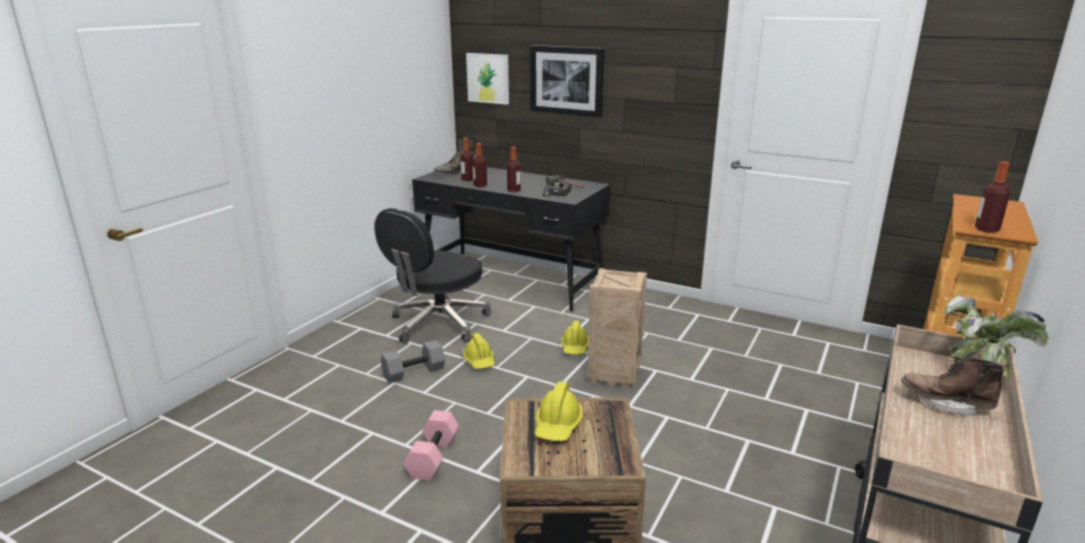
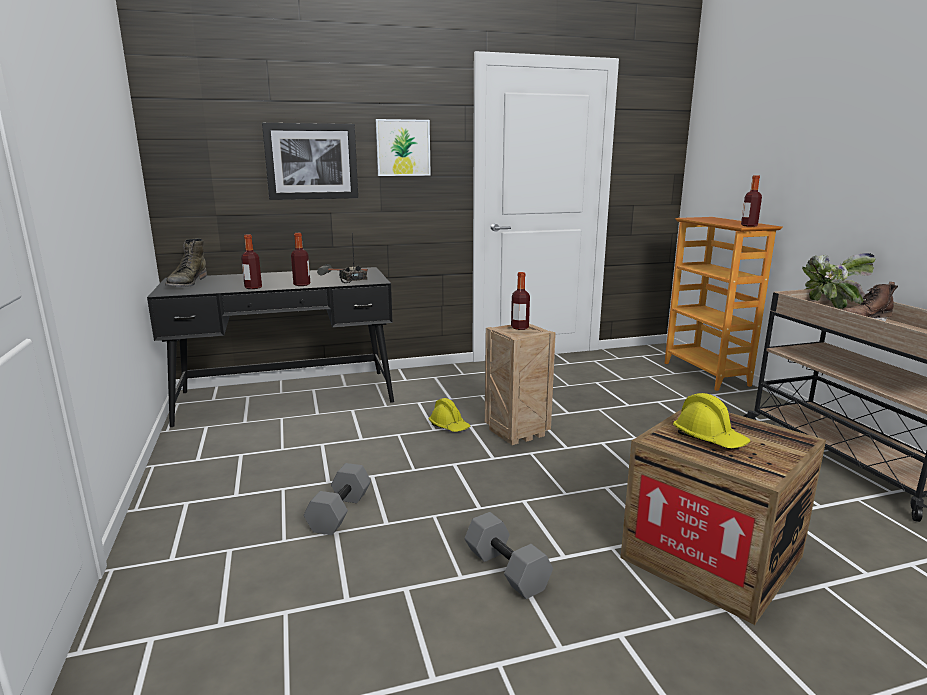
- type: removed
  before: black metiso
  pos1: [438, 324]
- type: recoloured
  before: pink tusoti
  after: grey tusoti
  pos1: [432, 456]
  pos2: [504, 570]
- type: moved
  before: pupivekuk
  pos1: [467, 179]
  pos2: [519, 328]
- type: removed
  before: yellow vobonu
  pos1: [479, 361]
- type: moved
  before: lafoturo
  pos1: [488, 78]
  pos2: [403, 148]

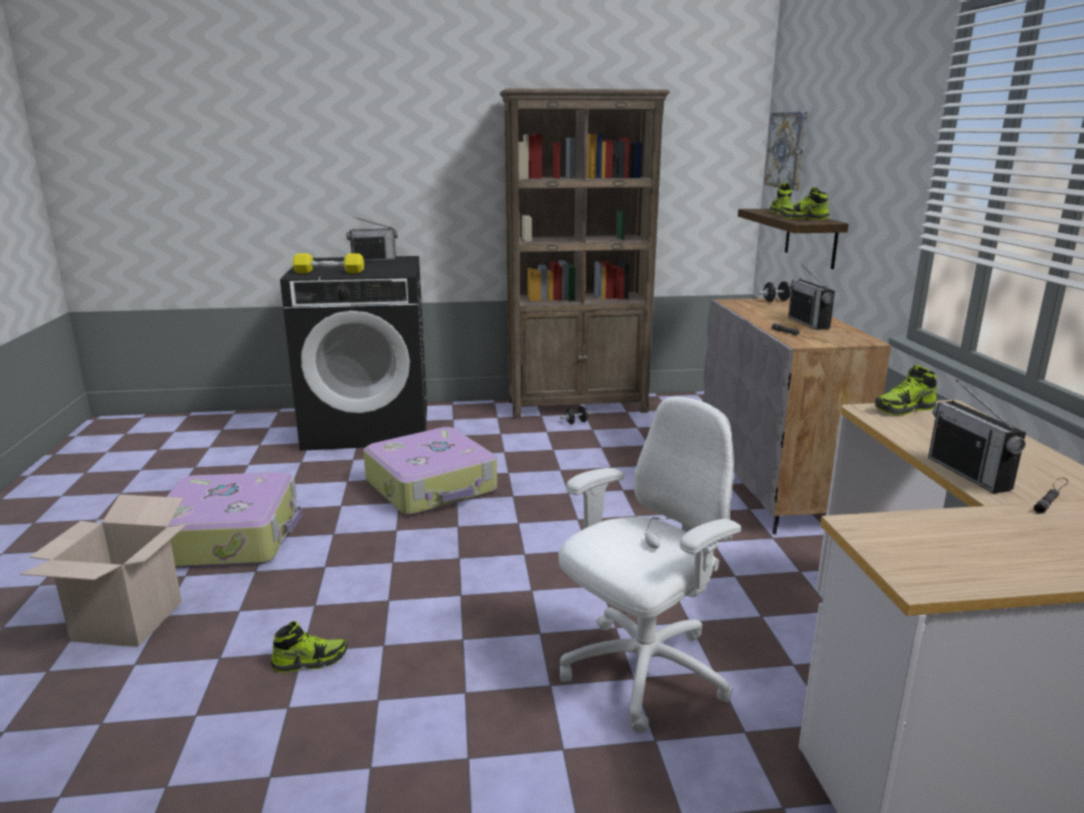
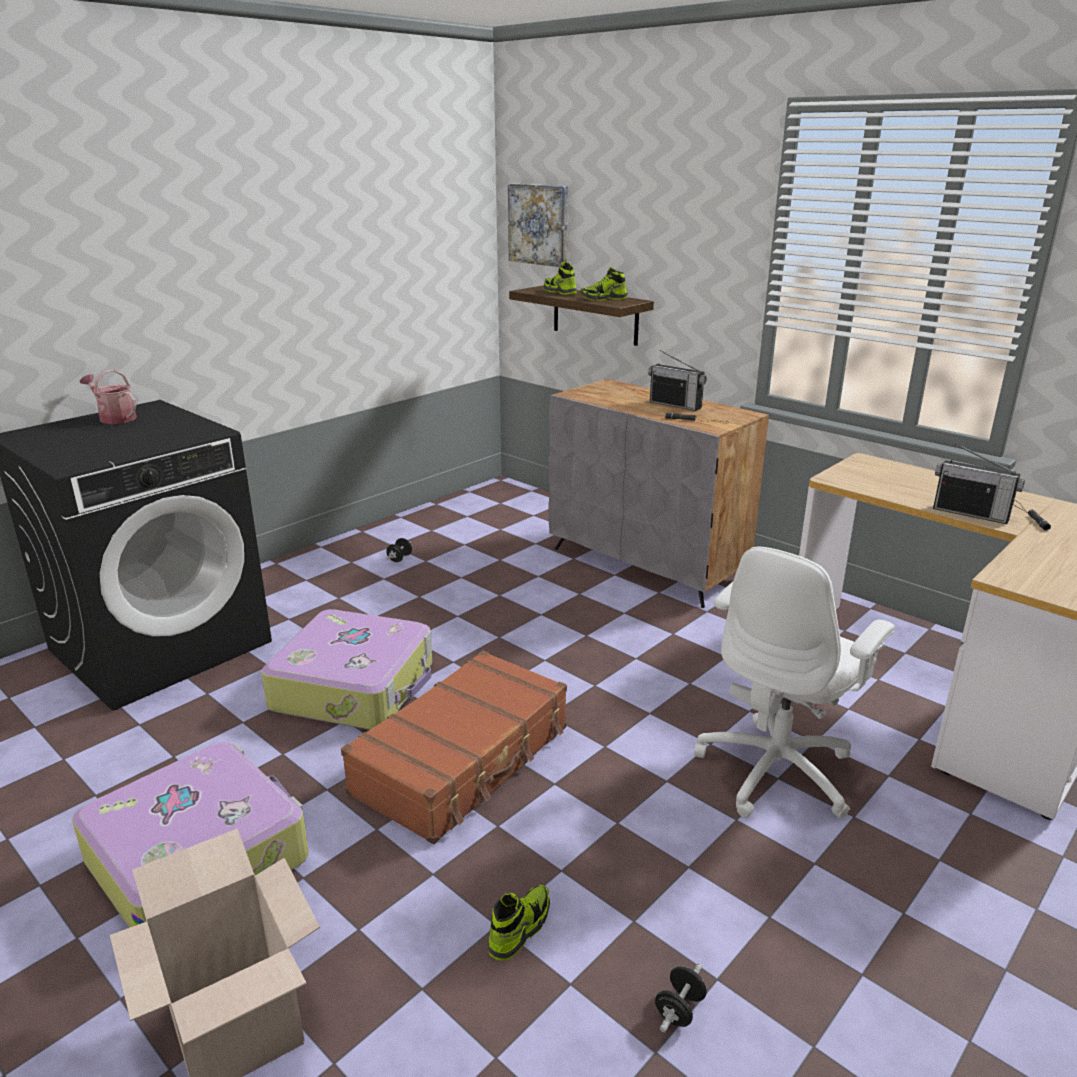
- type: removed
  before: yellow tusoti
  pos1: [329, 272]
- type: replaced
  before: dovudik
  after: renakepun
  pos1: [374, 260]
  pos2: [114, 418]
- type: removed
  before: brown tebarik
  pos1: [578, 406]
- type: turned
  before: white metiso
  pos1: [642, 673]
  pos2: [777, 770]
  turn: -150
- type: moved
  before: black tusoti
  pos1: [775, 301]
  pos2: [679, 1009]
- type: removed
  before: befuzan
  pos1: [904, 409]
- type: added
  after: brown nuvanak
  pos2: [464, 760]

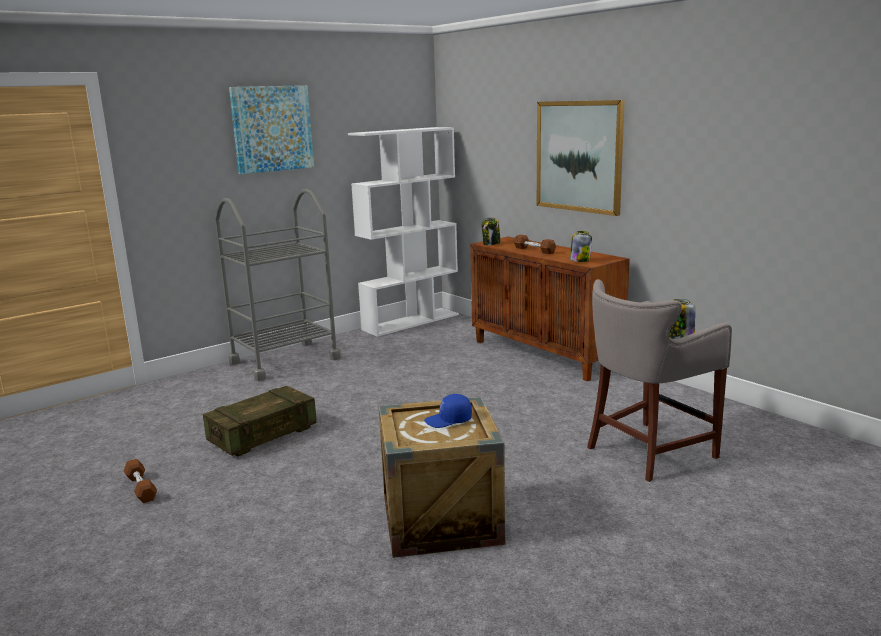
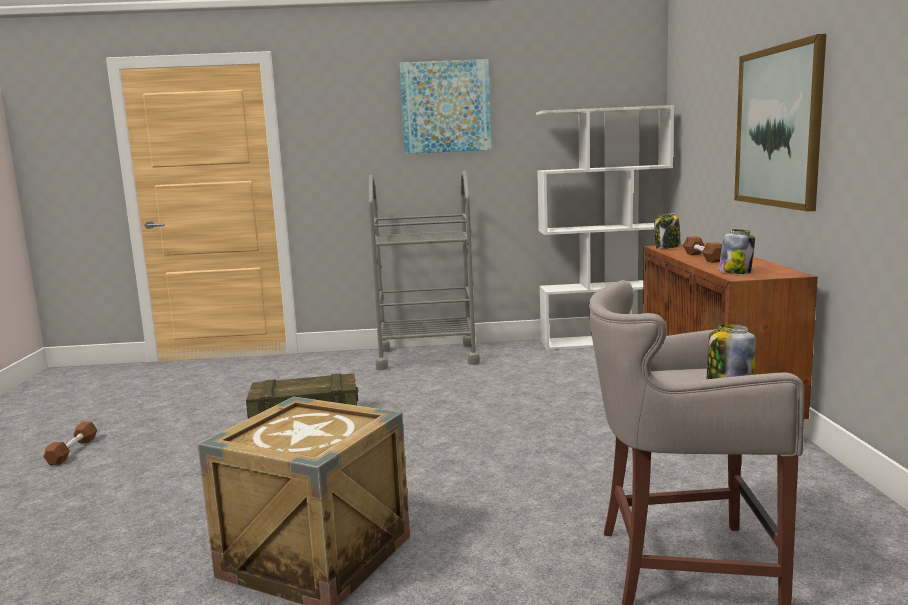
- type: moved
  before: brown tusoti
  pos1: [141, 488]
  pos2: [72, 451]
- type: removed
  before: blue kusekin
  pos1: [448, 420]

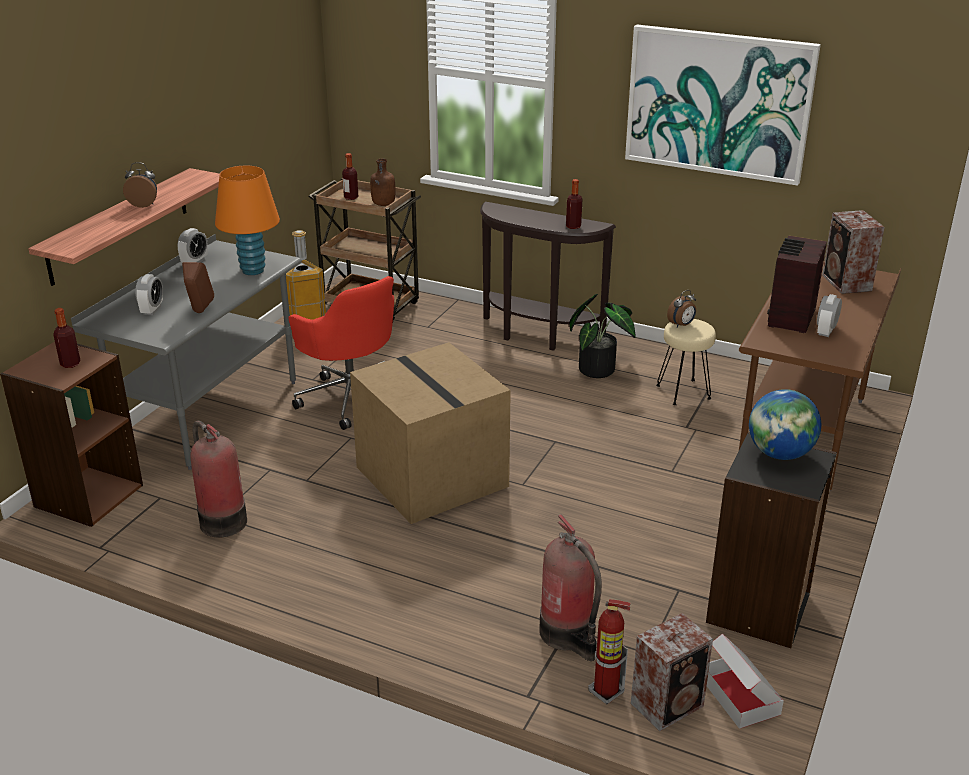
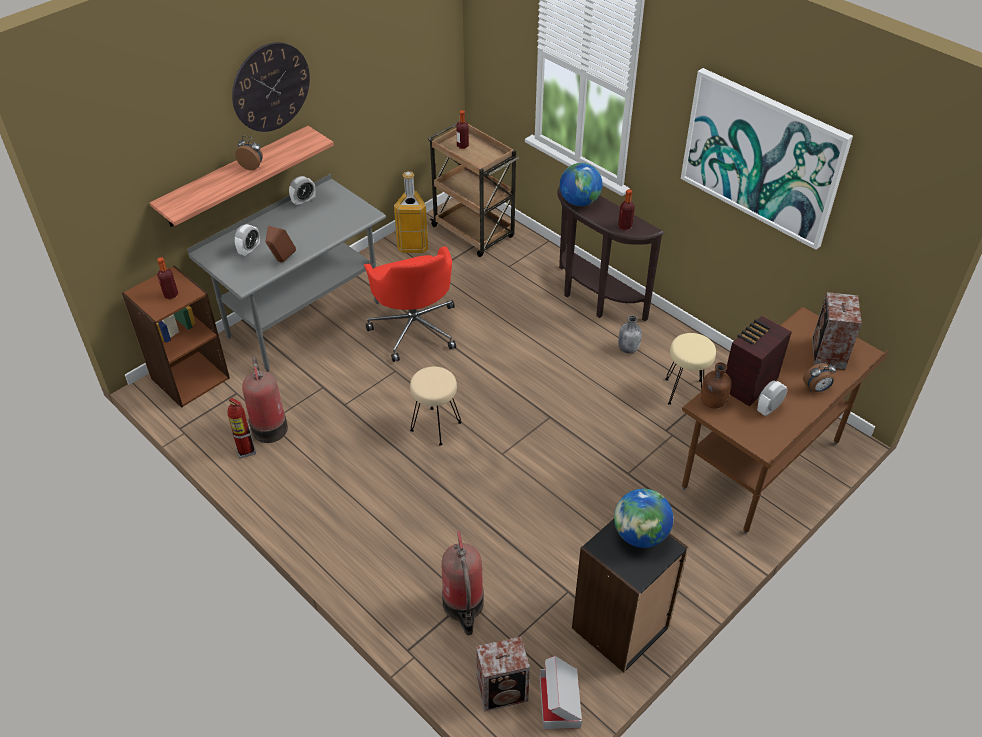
- type: removed
  before: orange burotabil
  pos1: [253, 270]
- type: replaced
  before: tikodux
  after: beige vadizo
  pos1: [429, 476]
  pos2: [435, 426]
- type: moved
  before: brown pupivekuk
  pos1: [383, 204]
  pos2: [712, 402]
- type: replaced
  before: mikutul
  after: grey pupivekuk
  pos1: [601, 369]
  pos2: [628, 348]
- type: moved
  before: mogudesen
  pos1: [606, 692]
  pos2: [246, 451]
- type: moved
  before: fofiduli
  pos1: [681, 325]
  pos2: [816, 389]
- type: added
  after: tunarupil
  pos2: [271, 87]
- type: added
  after: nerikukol
  pos2: [579, 202]

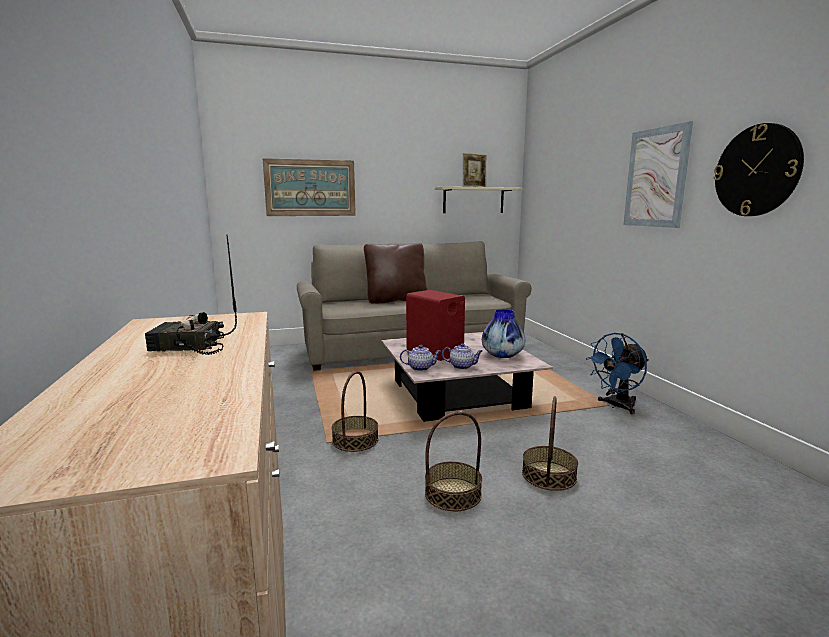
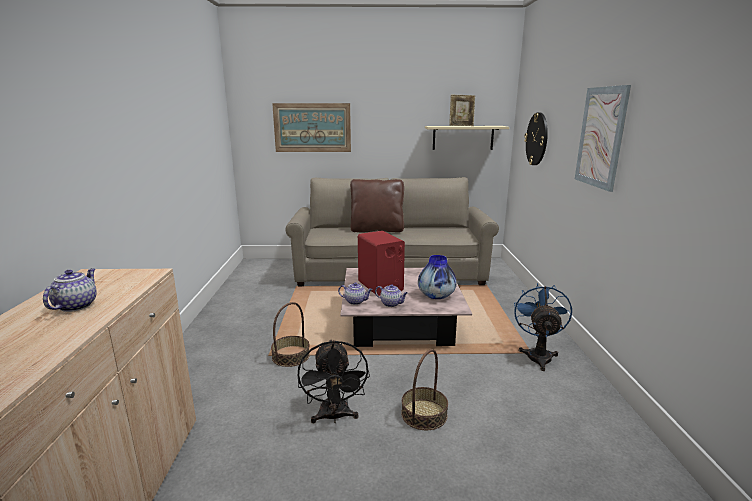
- type: replaced
  before: dovudik
  after: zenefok
  pos1: [188, 347]
  pos2: [76, 305]
- type: replaced
  before: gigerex
  after: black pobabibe
  pos1: [453, 494]
  pos2: [334, 417]
- type: turned
  before: blue pobabibe
  pos1: [617, 406]
  pos2: [538, 355]
  turn: 120
- type: moved
  before: tunarupil
  pos1: [757, 171]
  pos2: [537, 139]

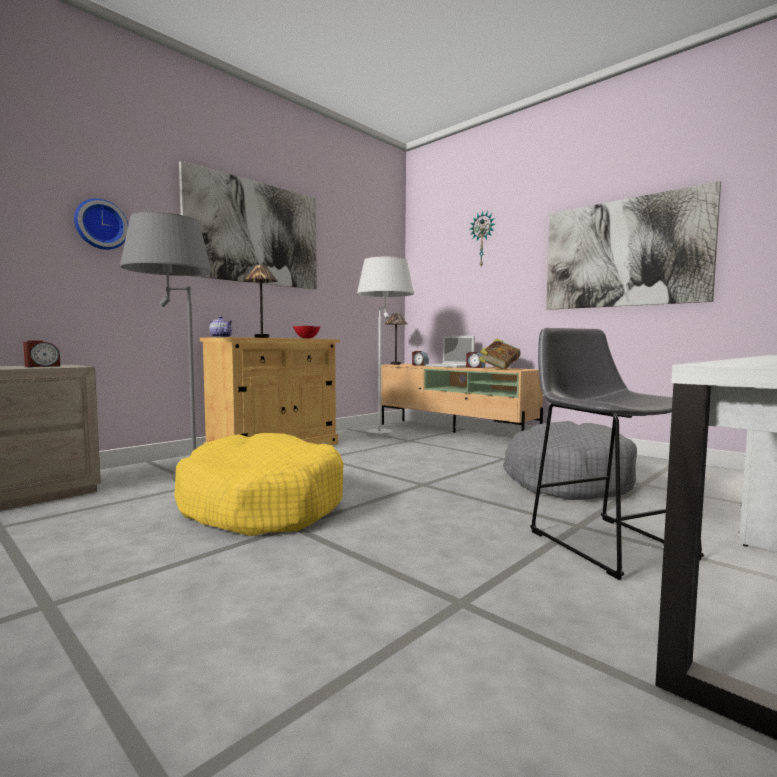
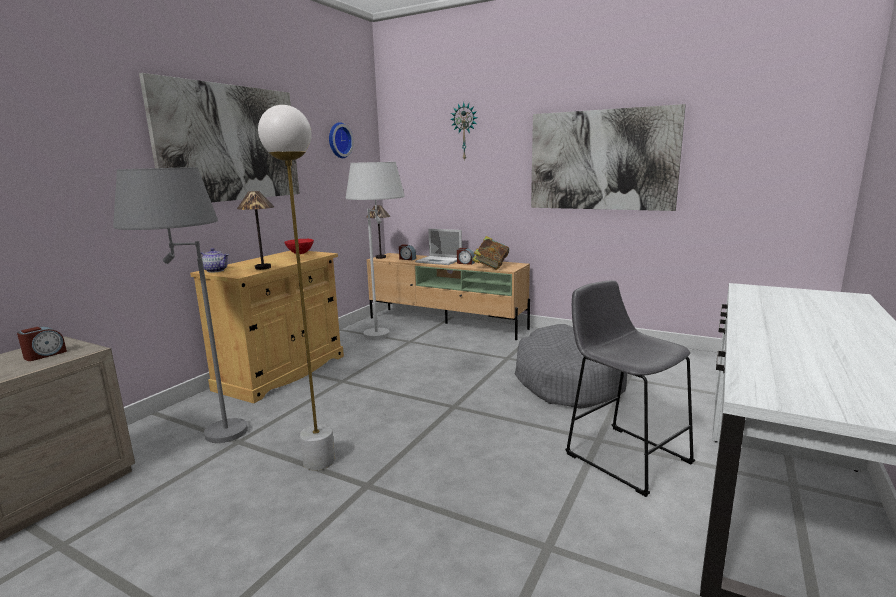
- type: moved
  before: tunarupil
  pos1: [100, 225]
  pos2: [338, 140]
- type: replaced
  before: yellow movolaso
  after: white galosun
  pos1: [260, 505]
  pos2: [319, 461]

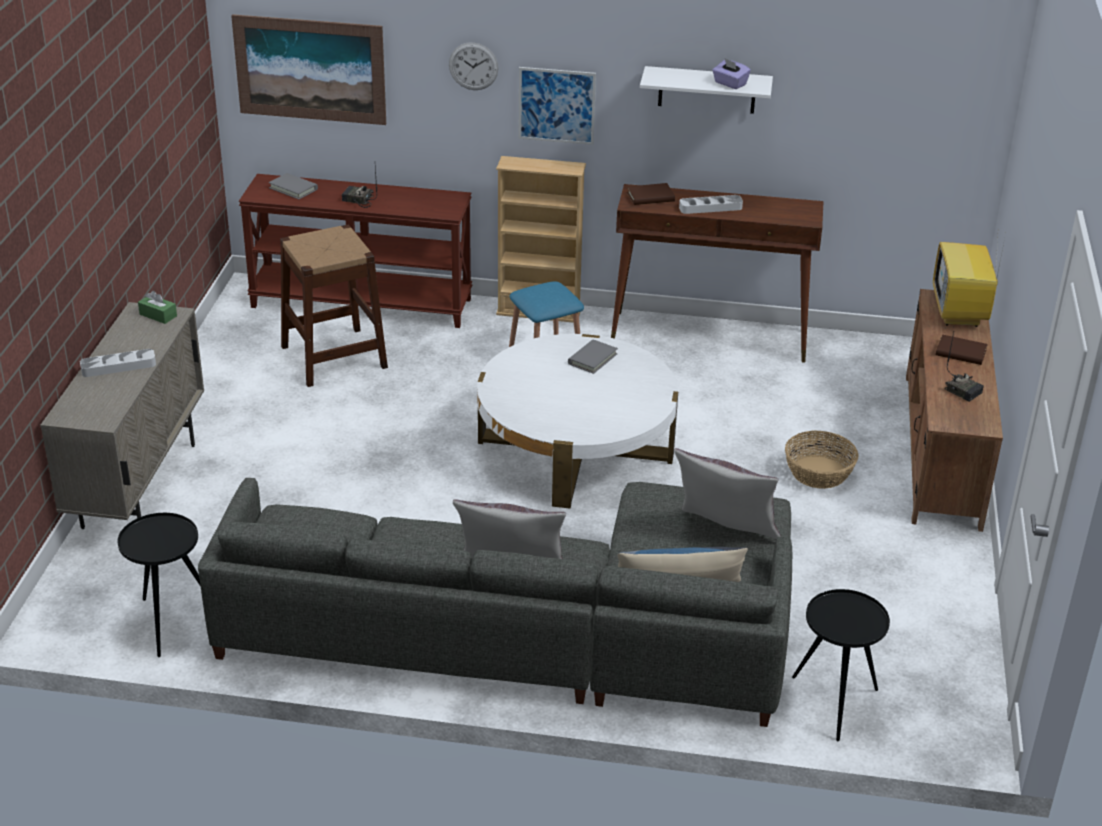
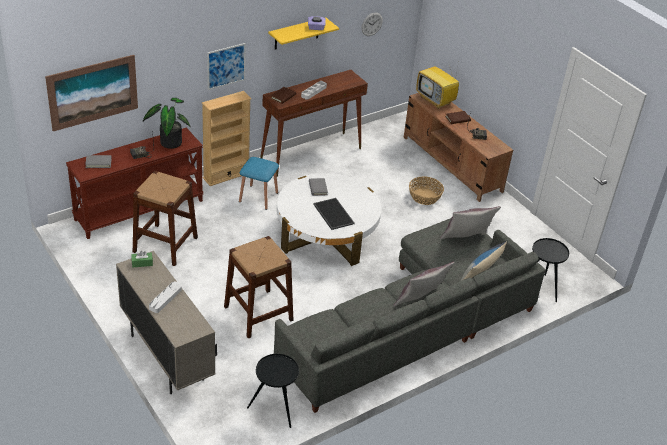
- type: moved
  before: tunarupil
  pos1: [473, 66]
  pos2: [372, 24]
- type: recoloured
  before: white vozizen
  after: yellow vozizen
  pos1: [707, 90]
  pos2: [296, 33]
- type: added
  after: mikutul
  pos2: [169, 141]
- type: added
  after: brown vadizo
  pos2: [258, 313]
- type: added
  after: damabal
  pos2: [332, 214]

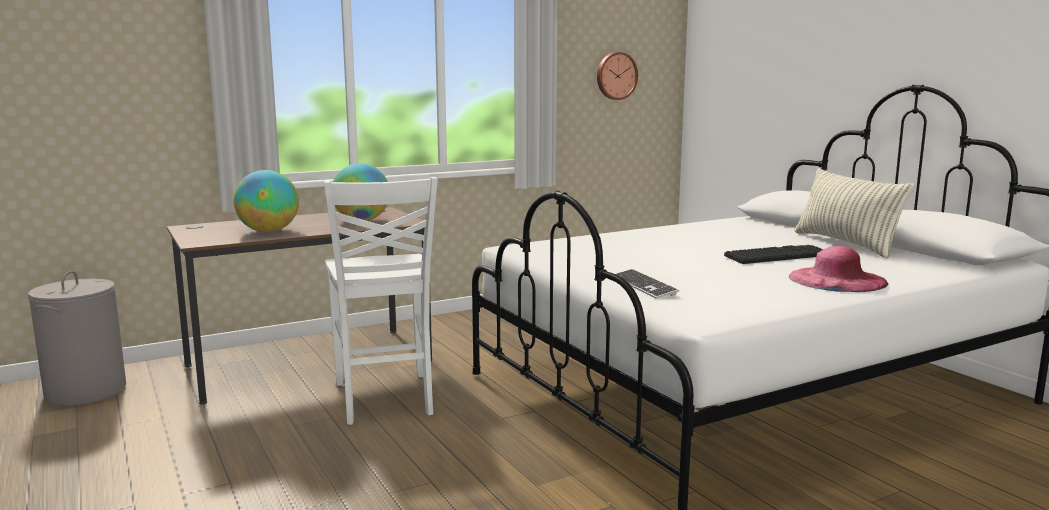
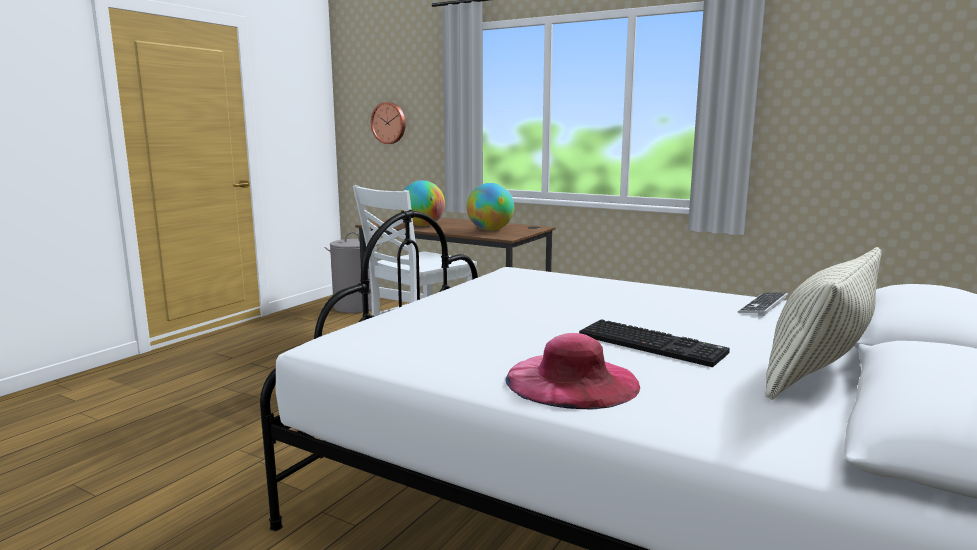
- type: moved
  before: tunarupil
  pos1: [615, 76]
  pos2: [389, 123]
- type: moved
  before: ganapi
  pos1: [643, 286]
  pos2: [763, 305]

